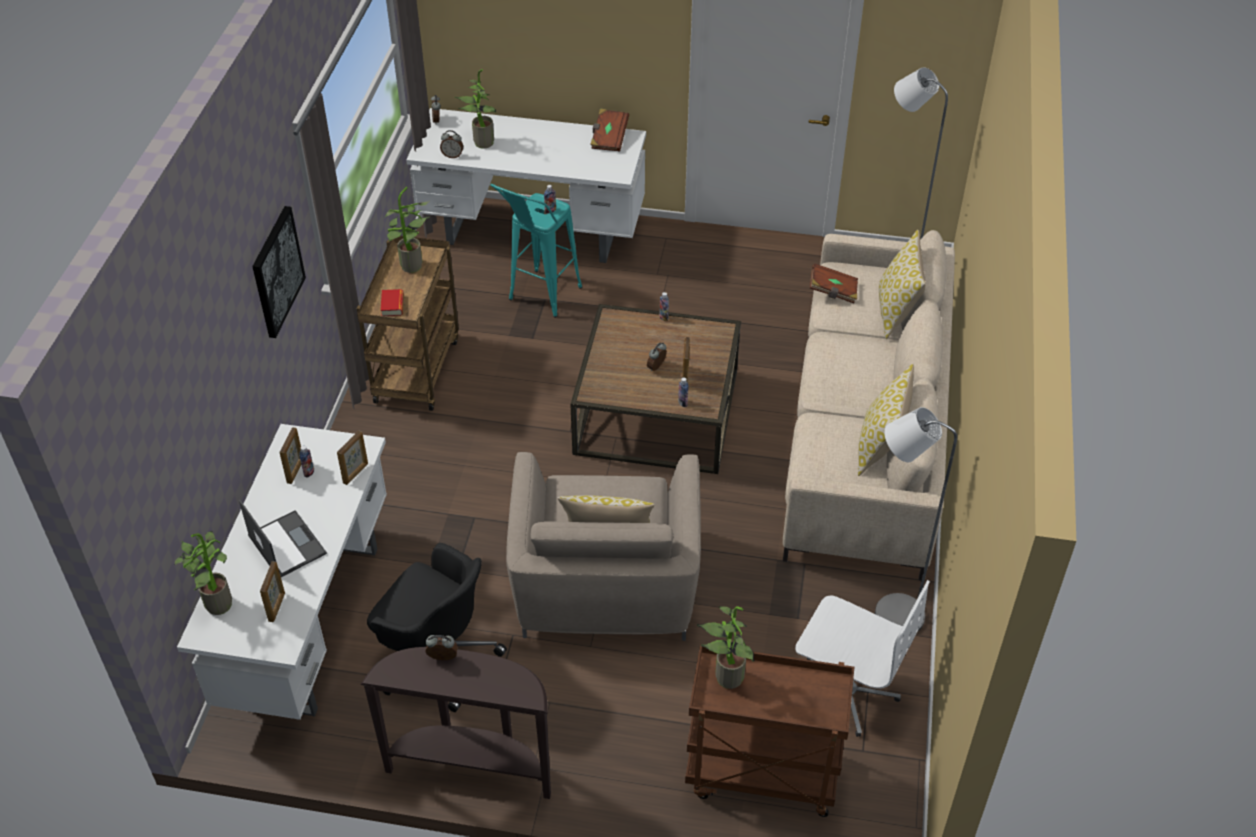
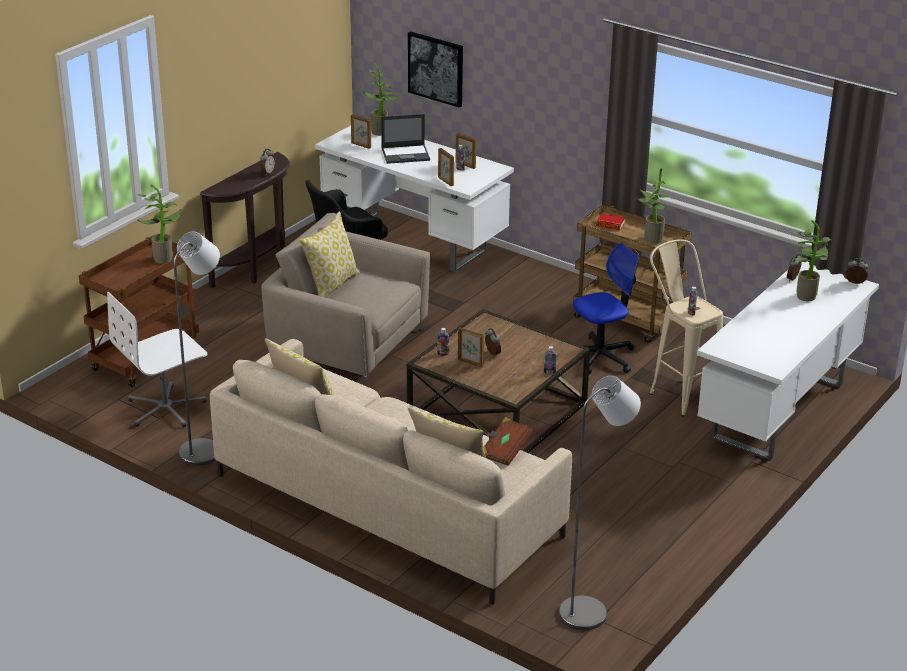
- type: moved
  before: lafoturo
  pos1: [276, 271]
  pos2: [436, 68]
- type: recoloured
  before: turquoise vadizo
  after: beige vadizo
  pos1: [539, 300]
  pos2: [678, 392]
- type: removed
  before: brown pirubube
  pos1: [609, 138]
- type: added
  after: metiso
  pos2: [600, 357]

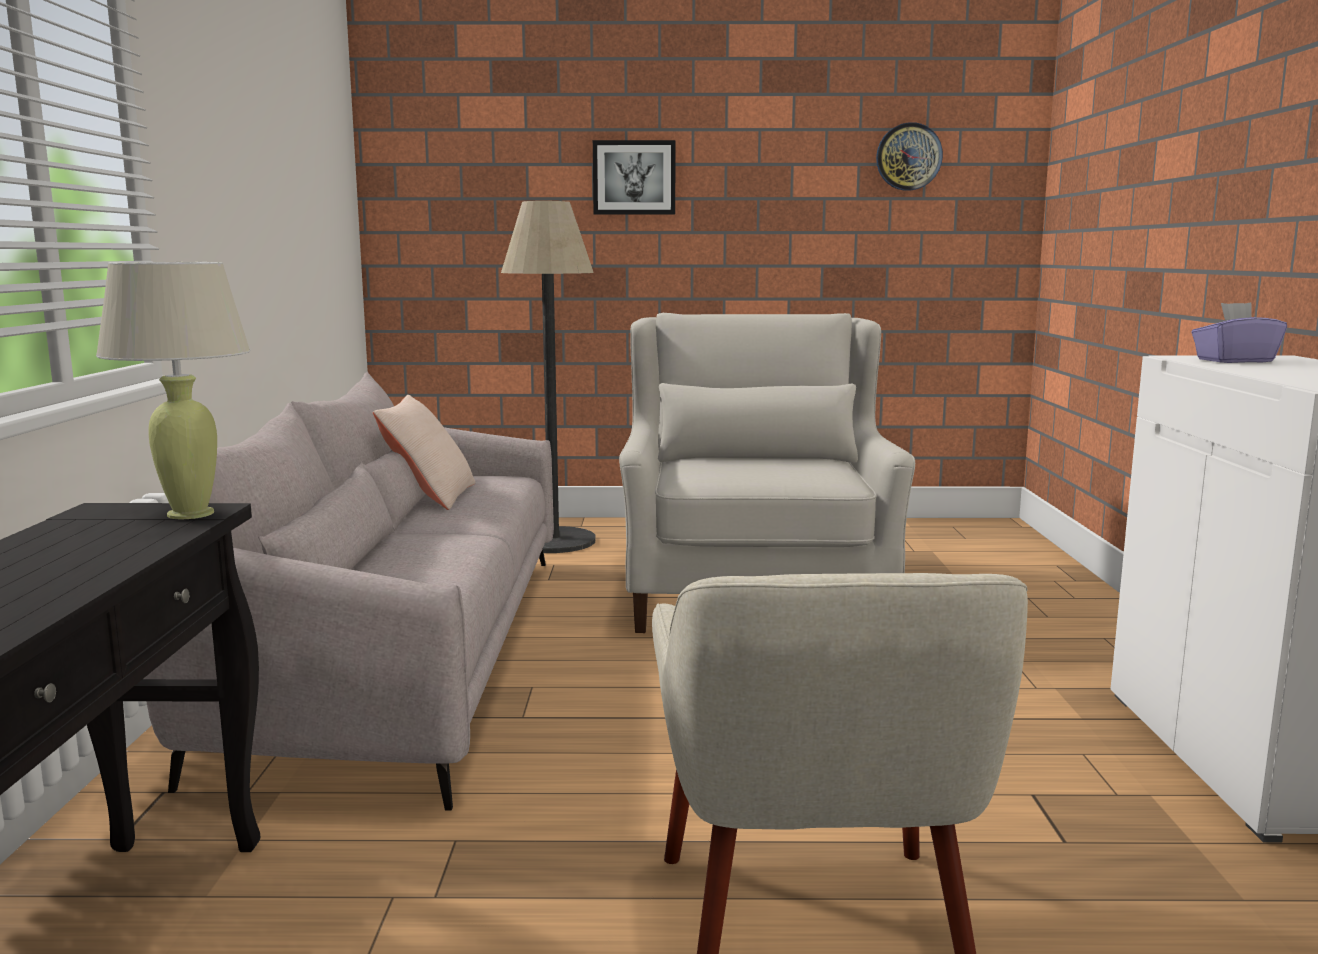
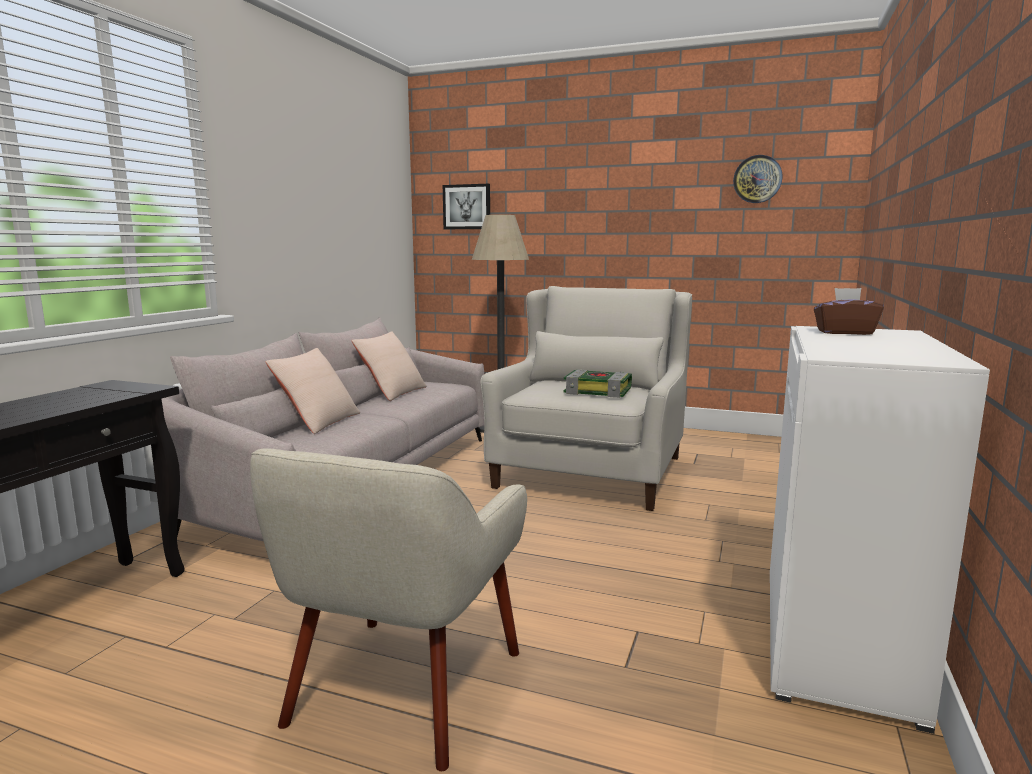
- type: removed
  before: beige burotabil
  pos1: [191, 513]
- type: moved
  before: lafoturo
  pos1: [634, 178]
  pos2: [467, 207]
- type: recoloured
  before: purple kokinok
  after: brown kokinok
  pos1: [1234, 361]
  pos2: [844, 332]
- type: added
  after: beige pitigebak
  pos2: [317, 421]
- type: added
  after: pirubube
  pos2: [599, 391]

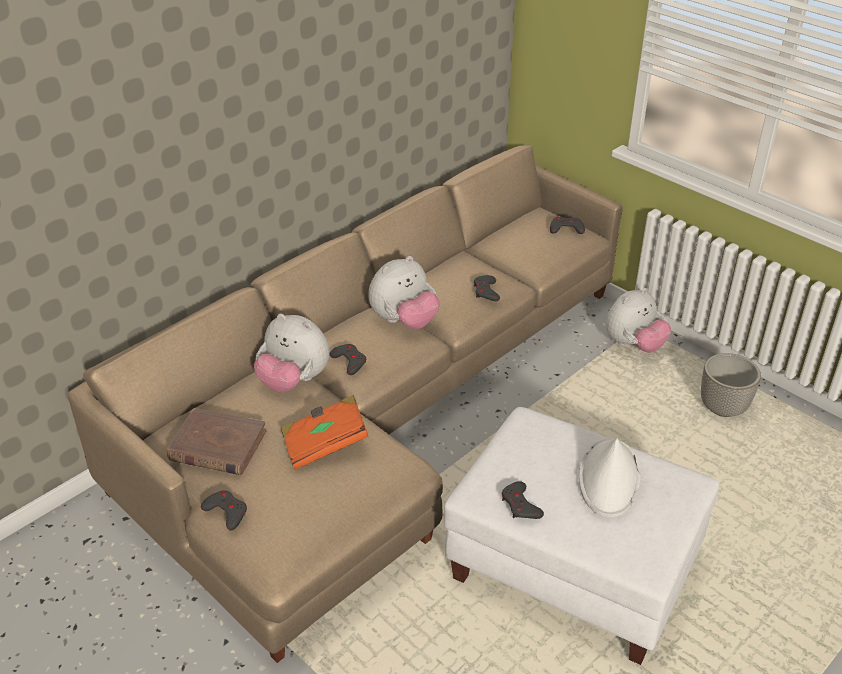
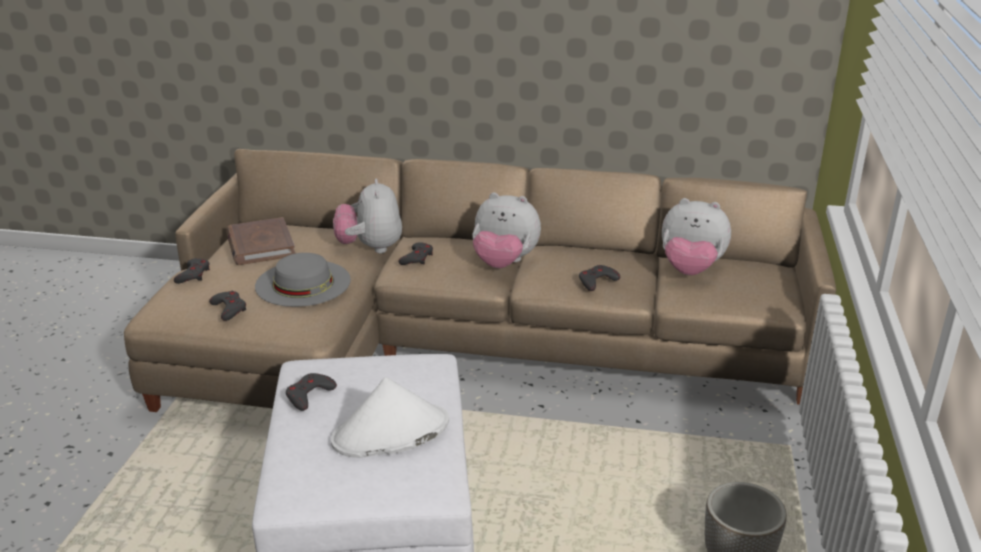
- type: replaced
  before: orange pirubube
  after: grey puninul
  pos1: [325, 444]
  pos2: [303, 283]
- type: moved
  before: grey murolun
  pos1: [566, 229]
  pos2: [229, 309]
- type: moved
  before: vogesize
  pos1: [633, 345]
  pos2: [690, 270]

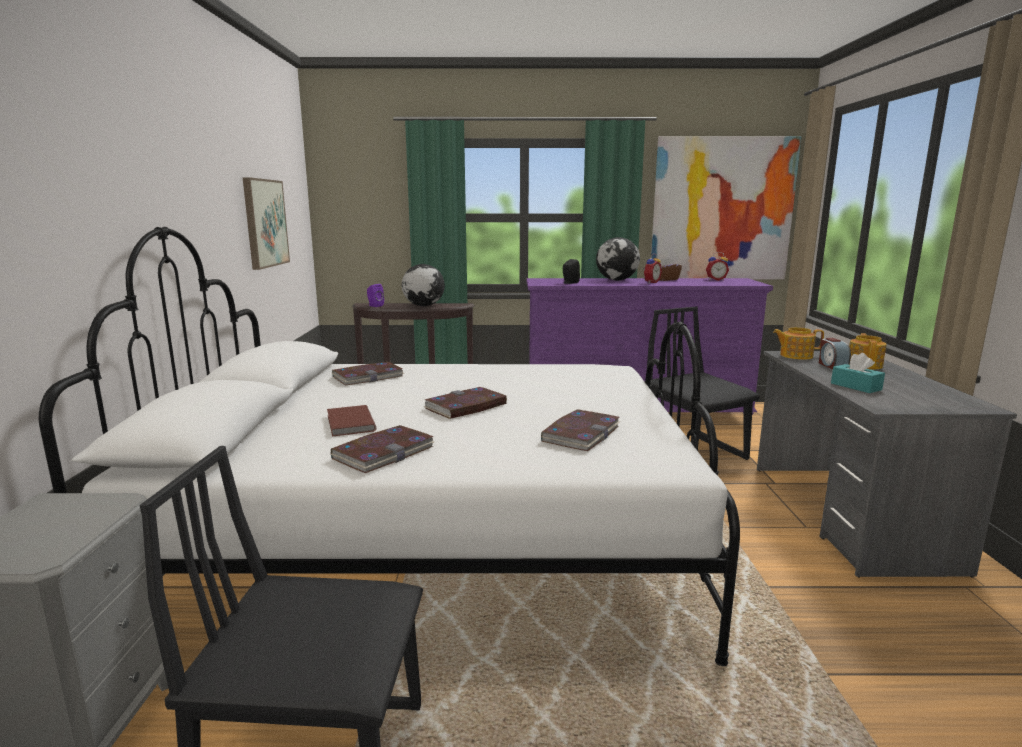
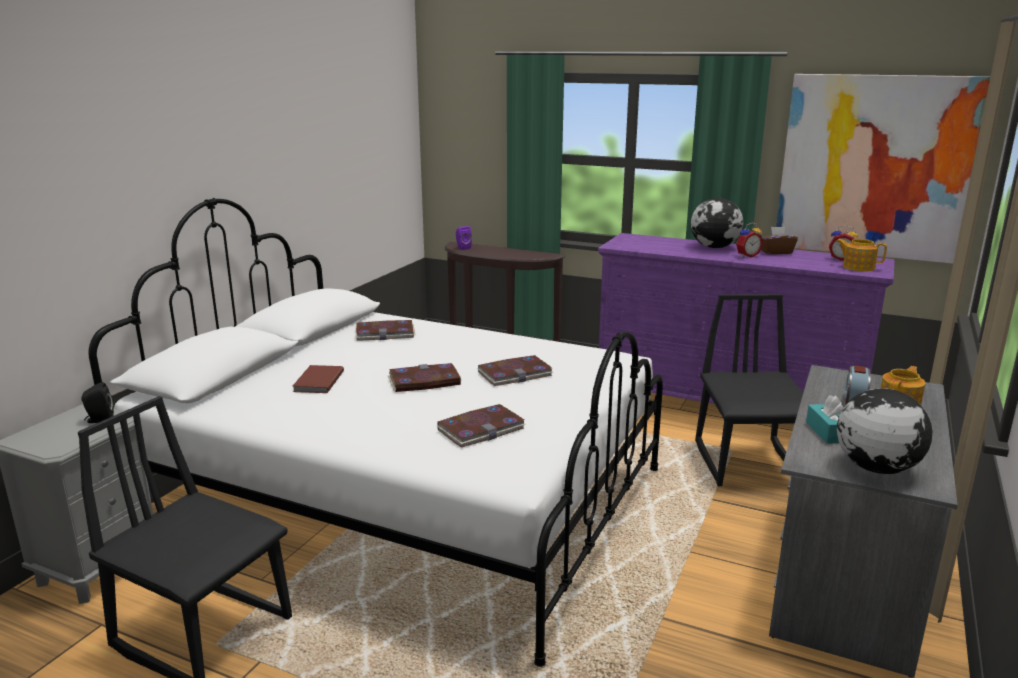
- type: removed
  before: lafoturo
  pos1: [265, 223]
- type: moved
  before: pirubube
  pos1: [383, 452]
  pos2: [515, 374]
- type: moved
  before: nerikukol
  pos1: [423, 306]
  pos2: [875, 468]
- type: moved
  before: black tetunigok
  pos1: [569, 283]
  pos2: [99, 420]
- type: moved
  before: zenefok
  pos1: [795, 356]
  pos2: [857, 267]

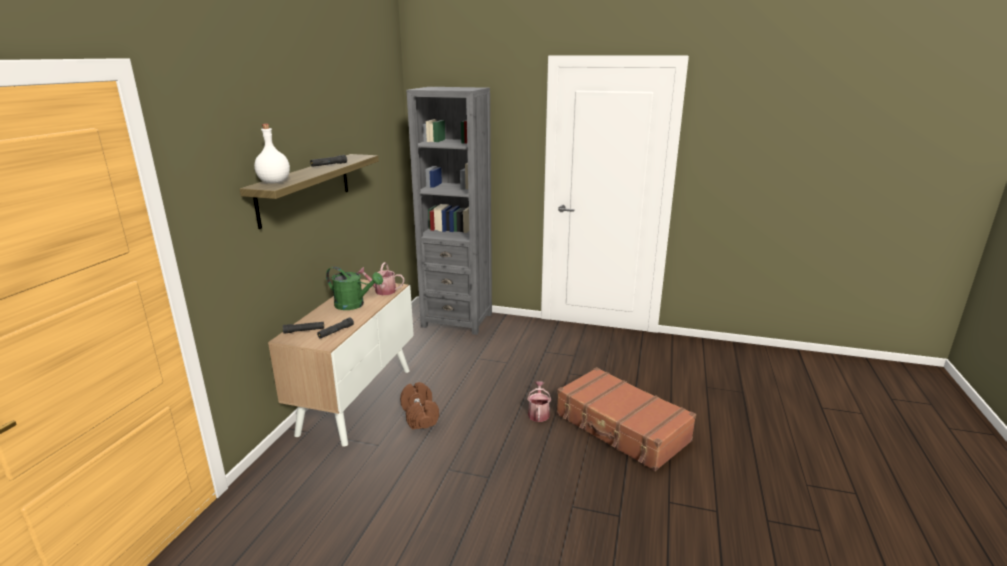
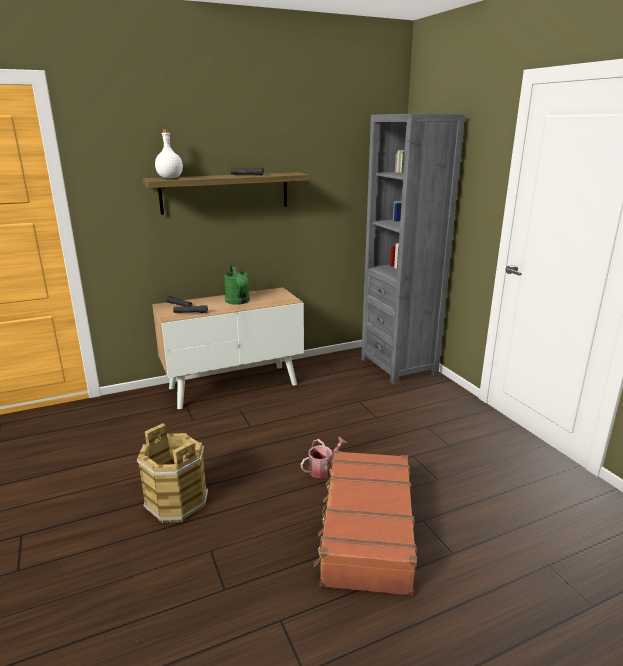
- type: removed
  before: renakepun
  pos1: [382, 291]
- type: removed
  before: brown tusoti
  pos1: [420, 416]
- type: added
  after: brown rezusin
  pos2: [177, 501]

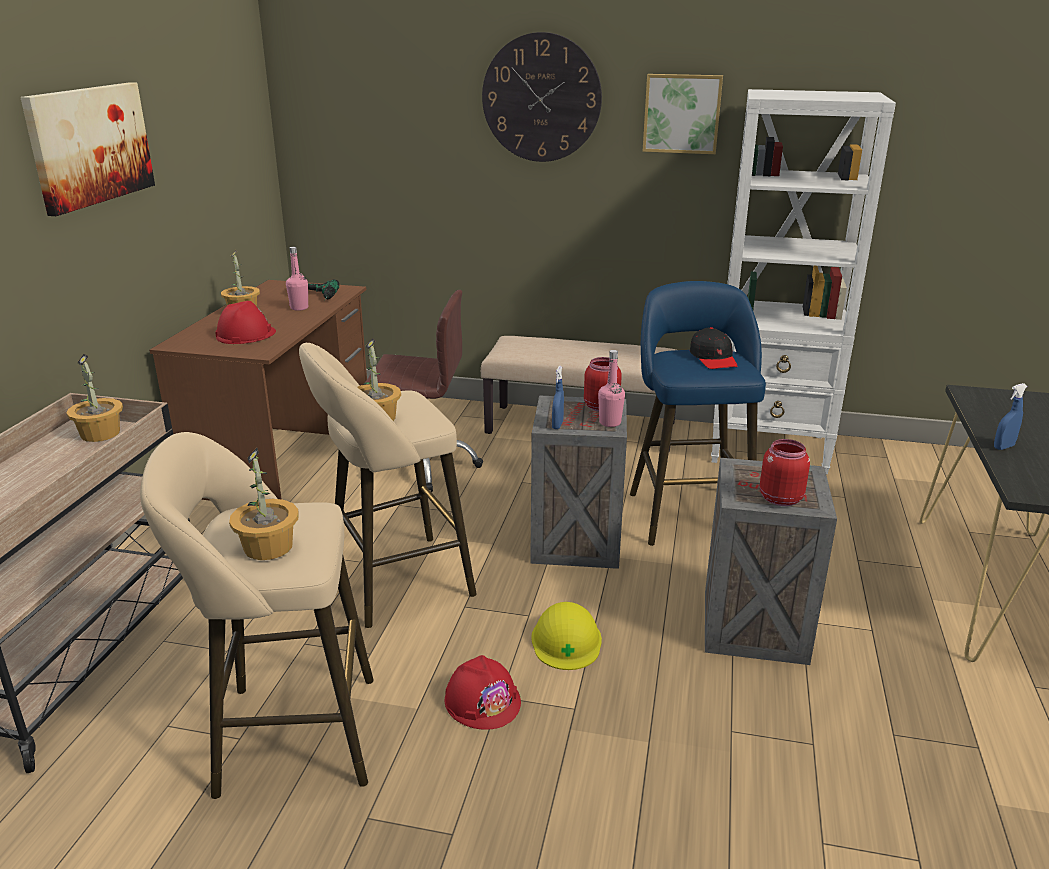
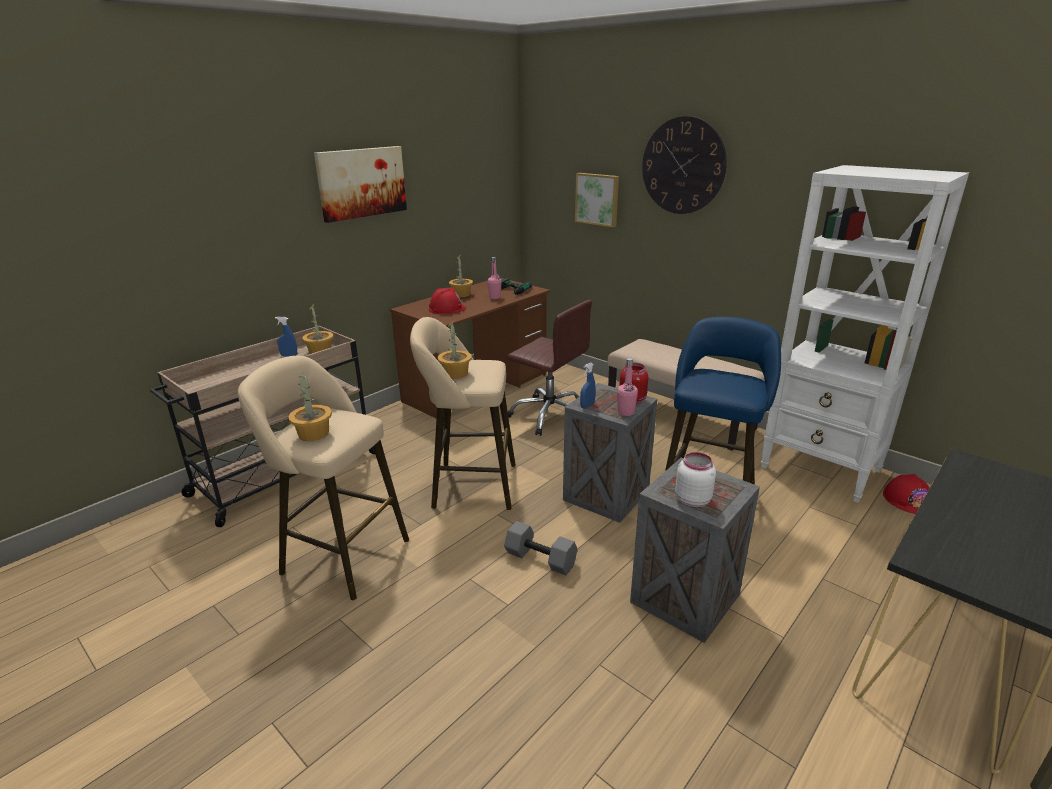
- type: moved
  before: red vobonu
  pos1: [482, 701]
  pos2: [907, 500]
- type: replaced
  before: yellow vobonu
  after: grey tusoti
  pos1: [566, 640]
  pos2: [541, 558]
- type: moved
  before: lafoturo
  pos1: [682, 113]
  pos2: [597, 199]
- type: removed
  before: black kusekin
  pos1: [713, 358]
- type: recoloured
  before: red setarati
  after: white setarati
  pos1: [779, 498]
  pos2: [692, 500]
- type: moved
  before: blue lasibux
  pos1: [1003, 447]
  pos2: [289, 356]

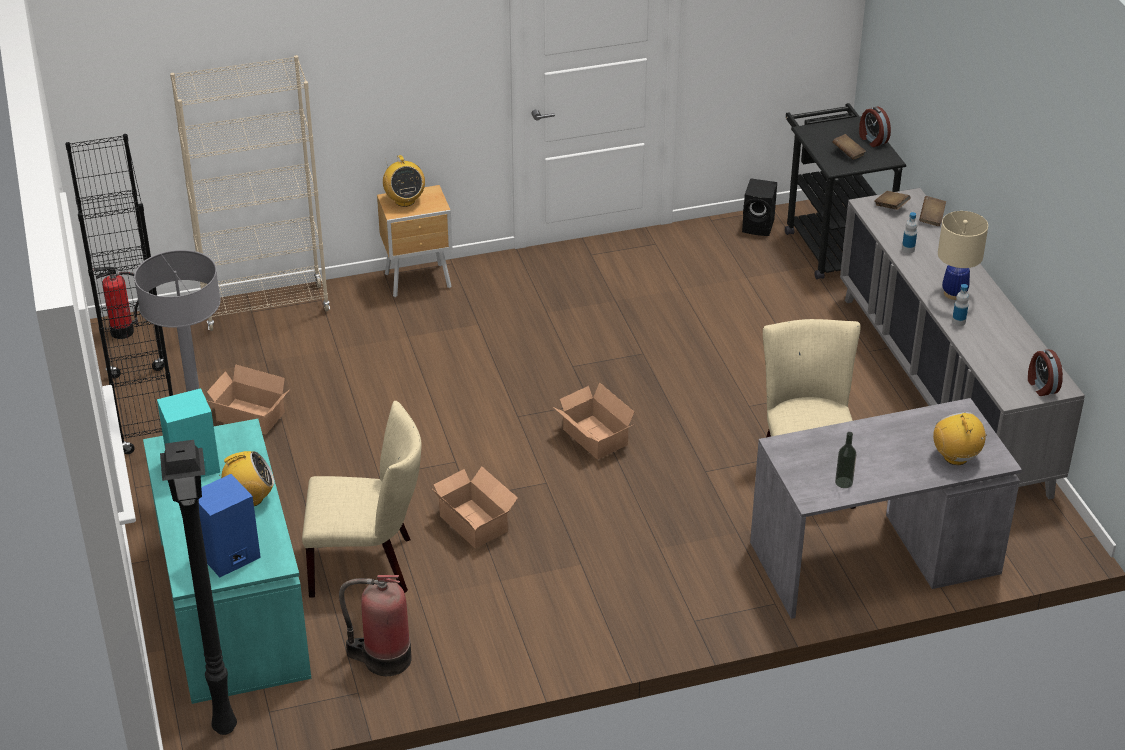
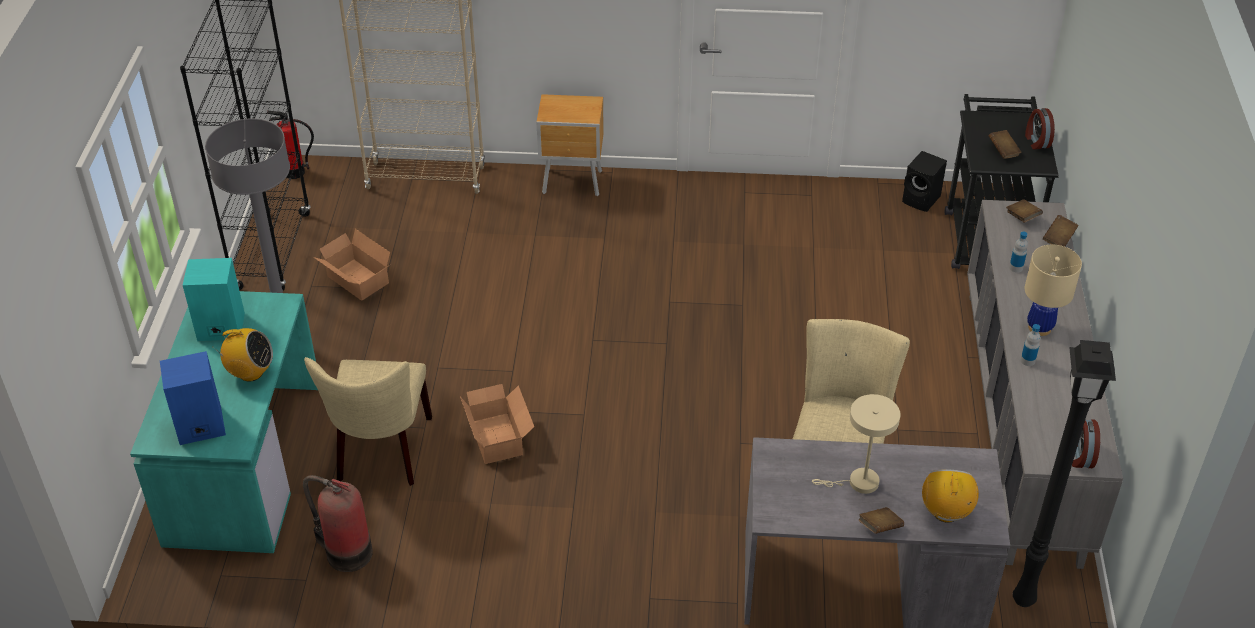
- type: moved
  before: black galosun
  pos1: [226, 728]
  pos2: [1025, 601]
- type: turned
  before: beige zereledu
  pos1: [368, 565]
  pos2: [382, 454]
  turn: 75
- type: removed
  before: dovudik
  pos1: [404, 201]
- type: removed
  before: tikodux
  pos1: [594, 439]
- type: removed
  before: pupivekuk
  pos1: [844, 482]
- type: added
  after: beige burotabil
  pos2: [858, 483]
- type: added
  after: brown pirubube
  pos2: [880, 527]

